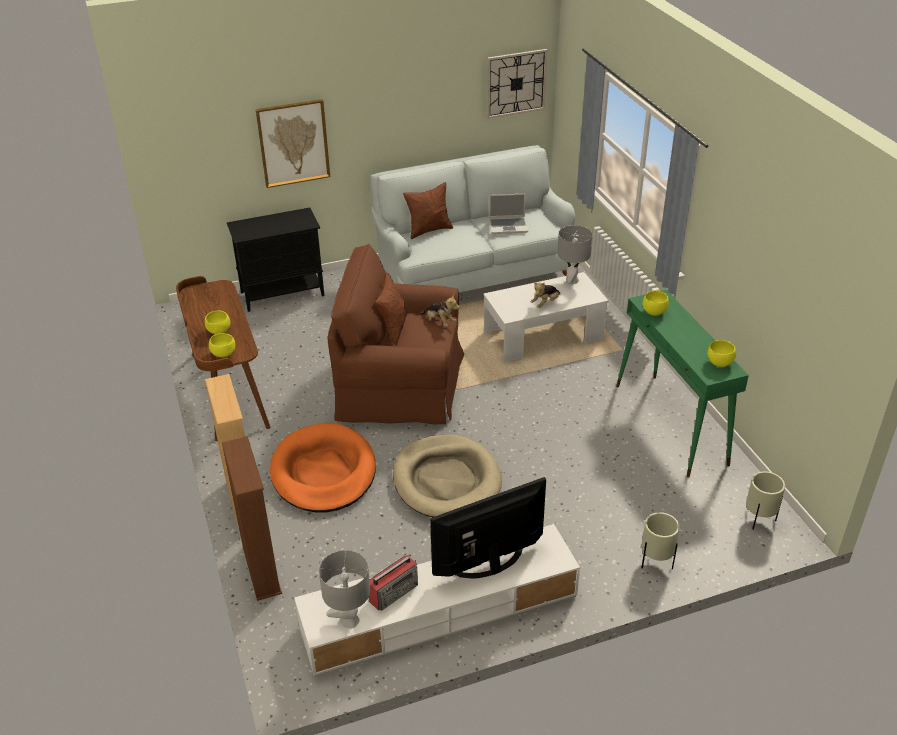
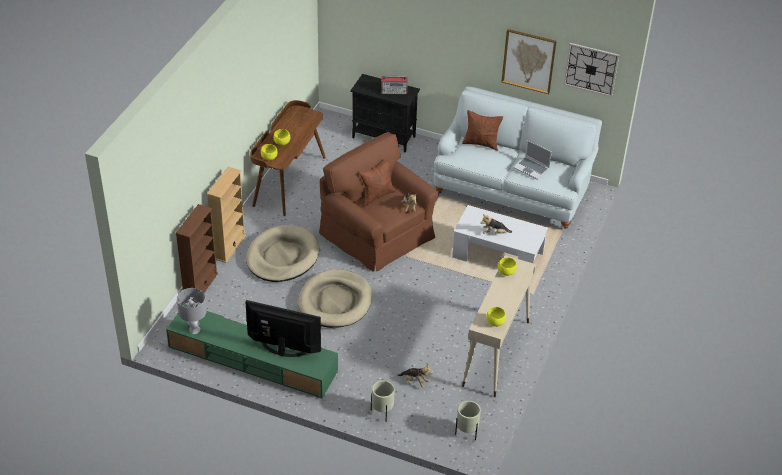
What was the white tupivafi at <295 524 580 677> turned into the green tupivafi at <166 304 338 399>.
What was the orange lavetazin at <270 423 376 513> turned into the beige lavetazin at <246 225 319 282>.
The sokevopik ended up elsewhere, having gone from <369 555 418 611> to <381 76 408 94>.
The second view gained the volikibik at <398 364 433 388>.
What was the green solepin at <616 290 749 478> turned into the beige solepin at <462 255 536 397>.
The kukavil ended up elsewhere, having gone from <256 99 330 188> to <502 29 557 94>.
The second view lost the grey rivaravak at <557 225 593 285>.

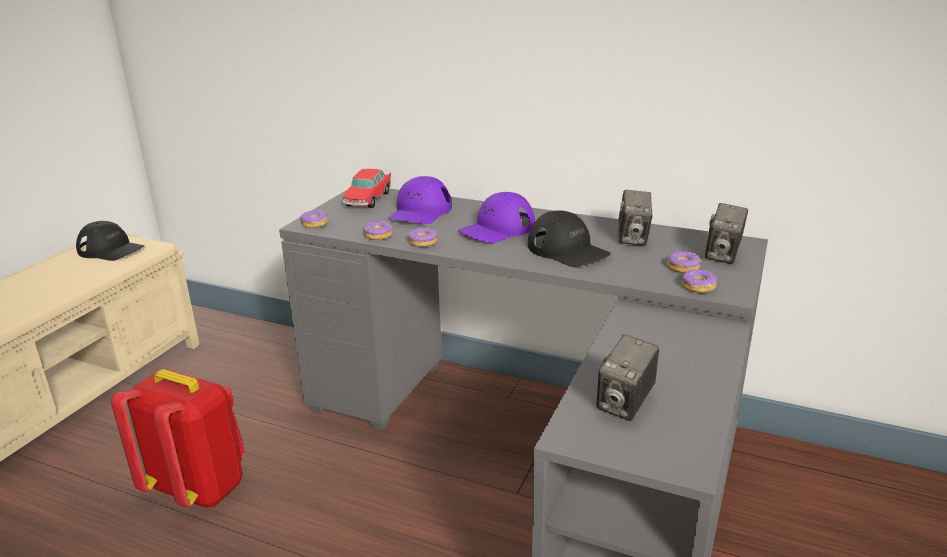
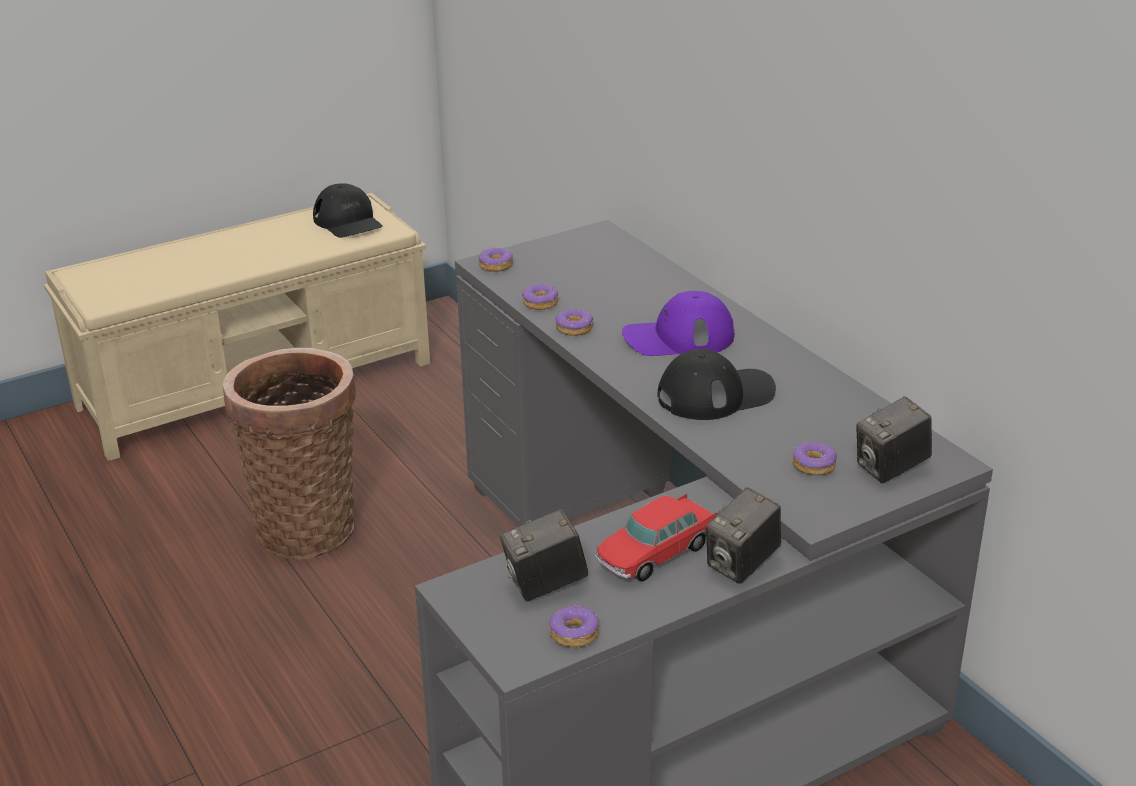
Where the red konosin stood at <111 369 245 507>, the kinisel came to stand at <223 348 356 560>.
The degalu ended up elsewhere, having gone from <682 269 717 293> to <549 605 599 648>.
The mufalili ended up elsewhere, having gone from <342 169 391 208> to <595 494 717 581>.
The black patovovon at <528 210 611 267> ended up facing another way, 105 degrees counterclockwise from before.
The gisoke ended up elsewhere, having gone from <618 190 653 246> to <706 487 781 584>.
The second view lost the purple patovovon at <388 176 452 224>.

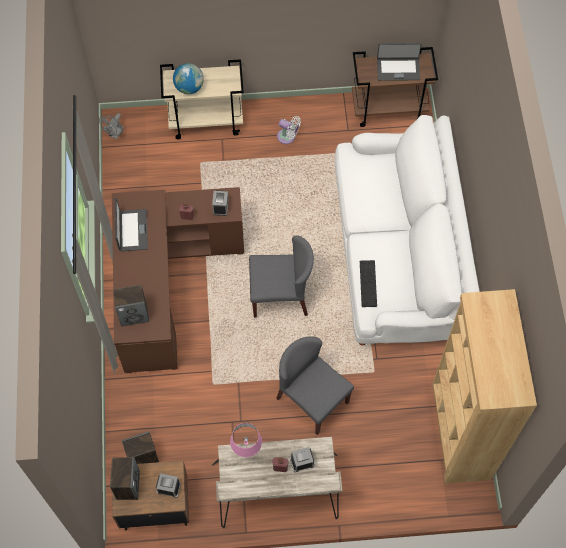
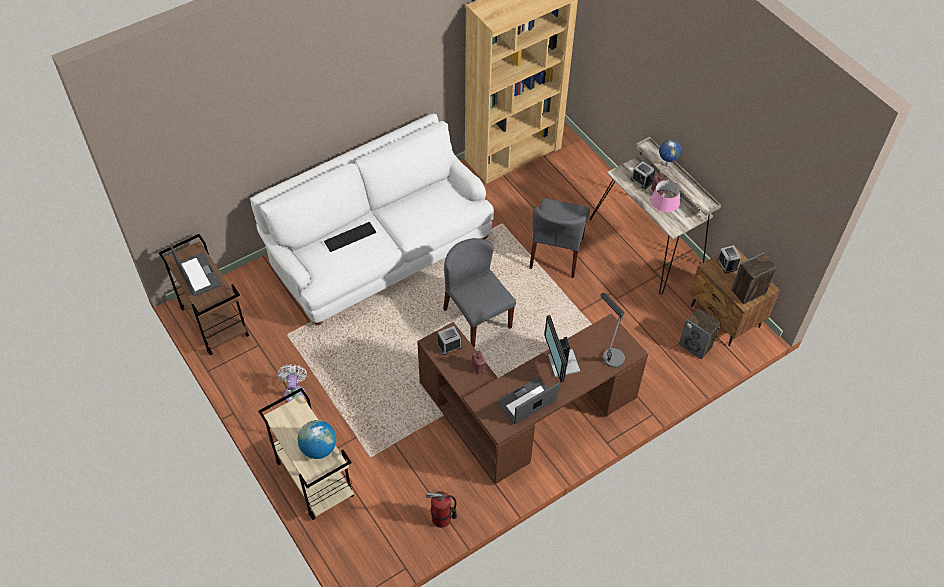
The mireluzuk ended up elsewhere, having gone from <360 260 377 307> to <324 222 376 252>.
The second view gained the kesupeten at <426 491 457 528>.
The second view gained the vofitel at <544 315 580 382>.
Where the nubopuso stood at <113 285 149 326>, the rivaravak came to stand at <601 293 625 368>.
The second view gained the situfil at <659 140 681 167>.
The second view lost the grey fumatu at <99 113 124 139>.

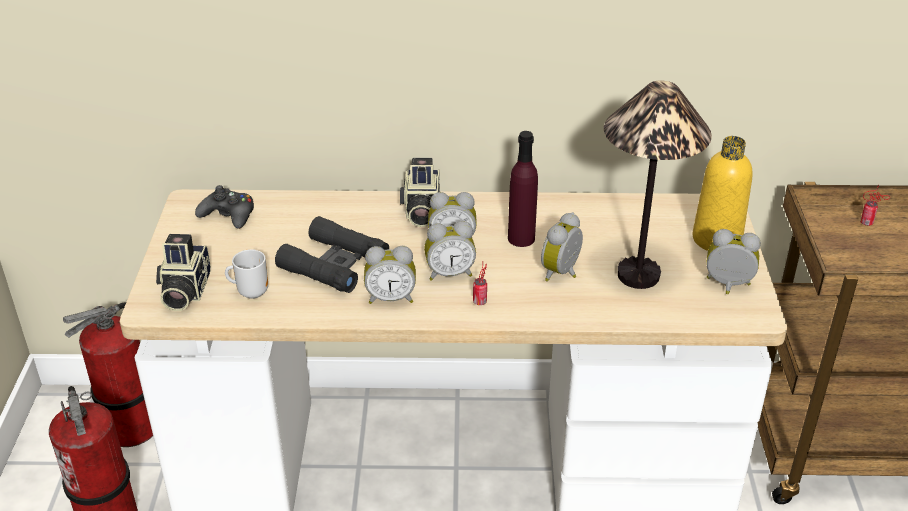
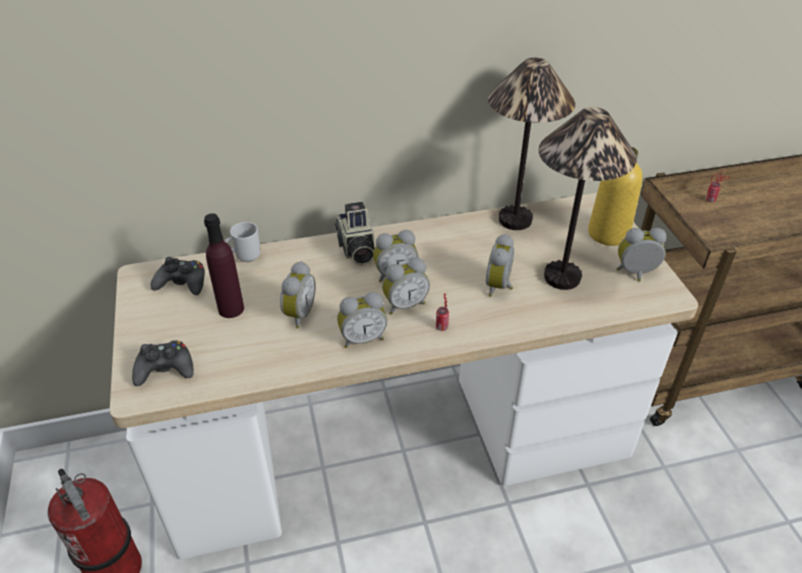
Where the gisoke stood at <156 234 211 311>, the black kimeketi came to stand at <132 341 194 386>.
The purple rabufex ended up elsewhere, having gone from <508 131 538 247> to <204 213 244 318>.
The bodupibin ended up elsewhere, having gone from <225 249 268 299> to <225 222 261 262>.
Where the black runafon stood at <275 216 389 293>, the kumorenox came to stand at <280 261 316 329>.
The second view gained the rivaravak at <488 58 575 230>.
The second view lost the kesupeten at <63 303 153 447>.

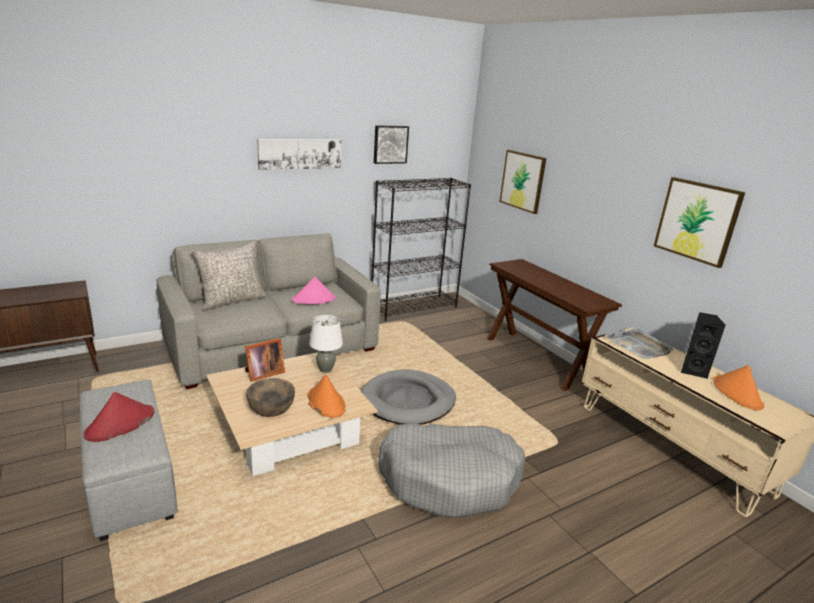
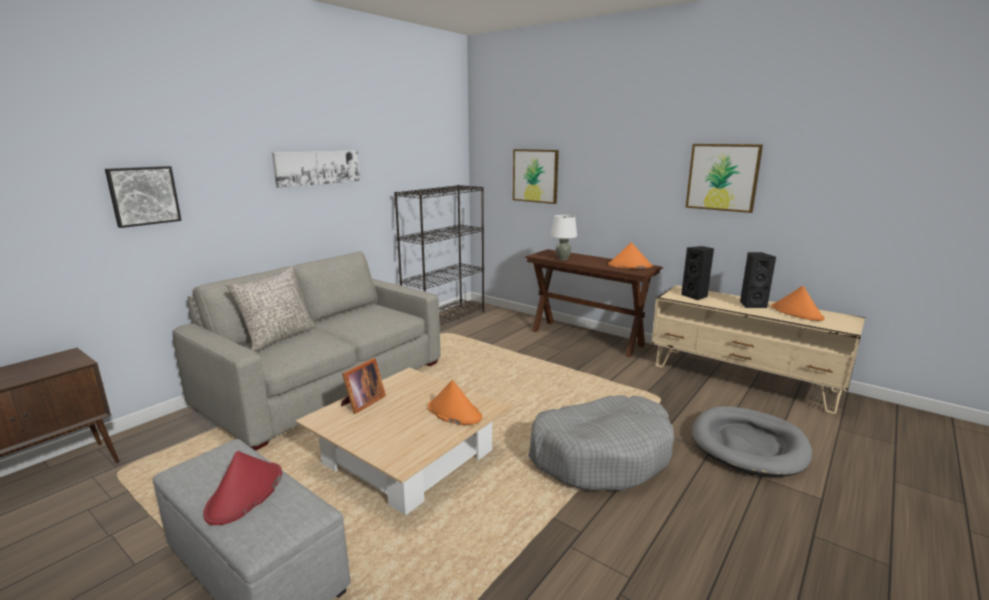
The kukavil ended up elsewhere, having gone from <374 125 409 164> to <105 166 182 228>.
The white rivaravak ended up elsewhere, having gone from <309 315 343 373> to <551 215 577 260>.
The second view gained the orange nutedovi at <608 242 653 269>.
Where the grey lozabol stood at <605 329 673 359>, the black nubopuso came to stand at <681 246 714 301>.
The grey lavetazin ended up elsewhere, having gone from <361 369 456 425> to <692 406 812 477>.
The second view lost the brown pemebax at <246 378 295 417>.
The second view lost the pink nutedovi at <292 276 336 304>.

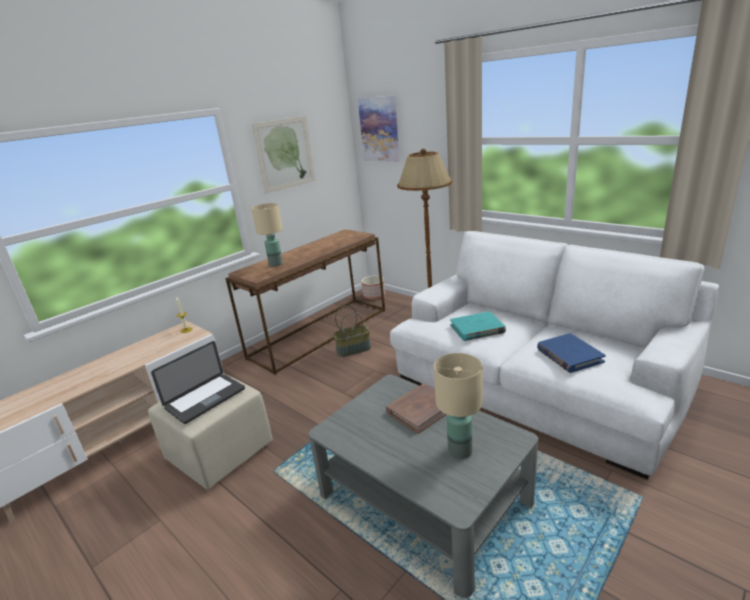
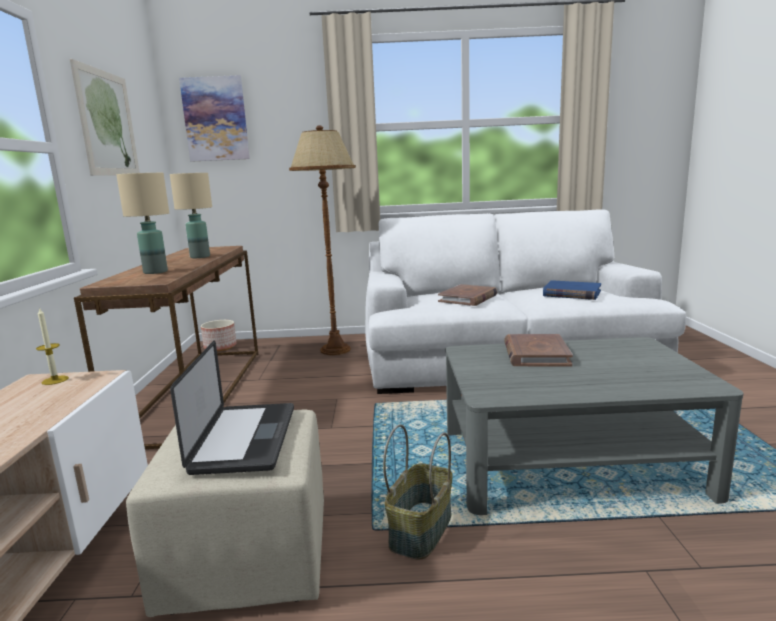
The beige rivaravak ended up elsewhere, having gone from <434 353 482 459> to <170 173 212 258>.
The kinisel ended up elsewhere, having gone from <333 306 371 357> to <383 424 452 560>.
What was the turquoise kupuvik at <450 311 506 341> turned into the brown kupuvik at <438 284 497 306>.

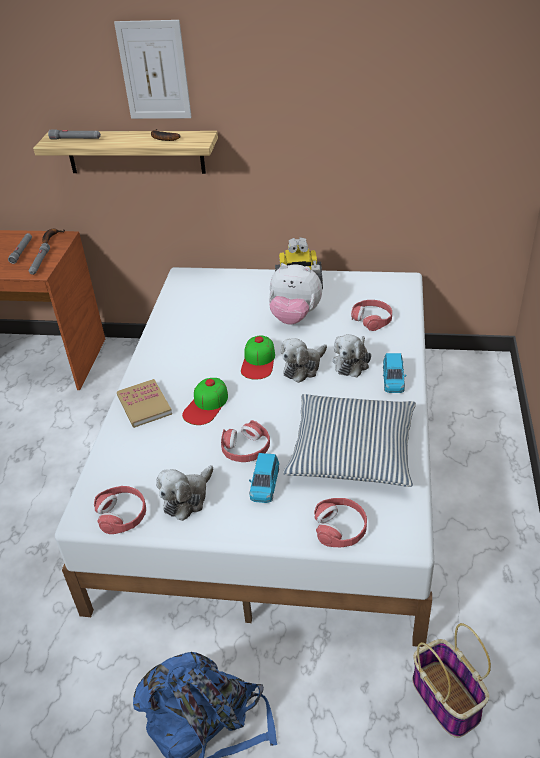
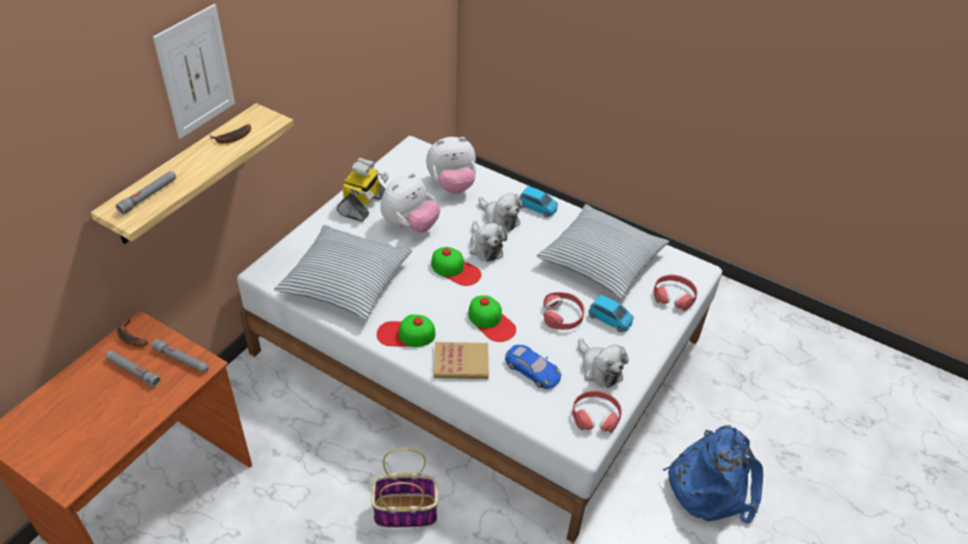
The second view gained the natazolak at <274 225 412 320>.
The kinisel ended up elsewhere, having gone from <412 623 491 738> to <371 448 439 528>.
The second view gained the patovovon at <377 314 435 347>.
Where the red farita stood at <351 300 392 331>, the volikibik came to stand at <426 137 476 194>.
The second view gained the blue mufalili at <505 345 561 389>.

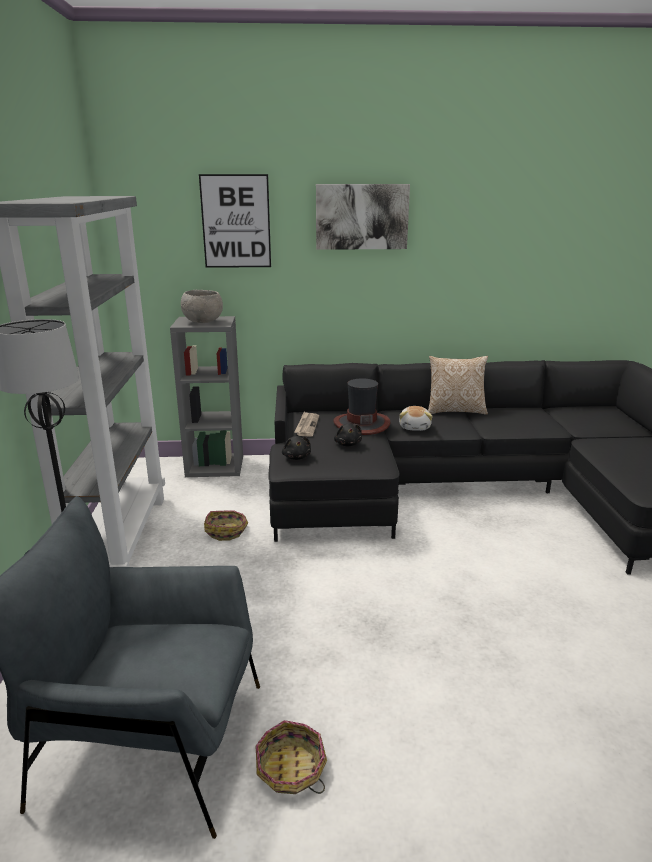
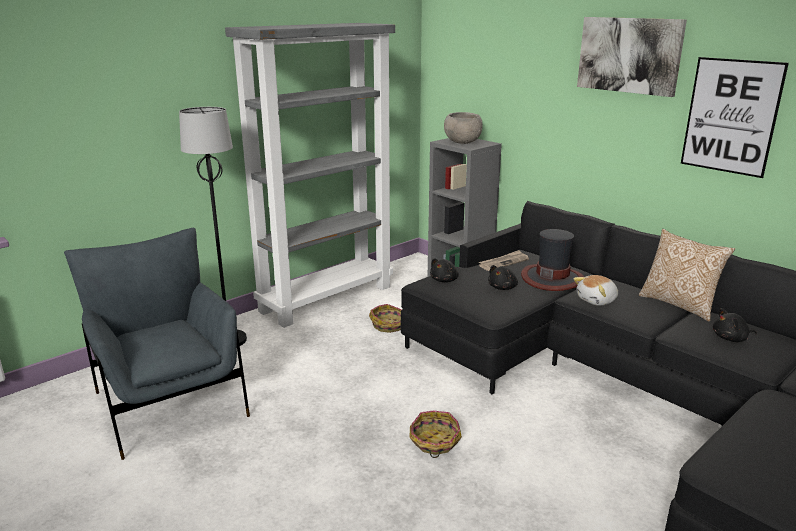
The kinisel ended up elsewhere, having gone from <255 720 327 794> to <410 410 462 458>.
The kukavil ended up elsewhere, having gone from <199 174 271 268> to <681 57 789 178>.
The second view gained the black volikibik at <713 308 757 342>.

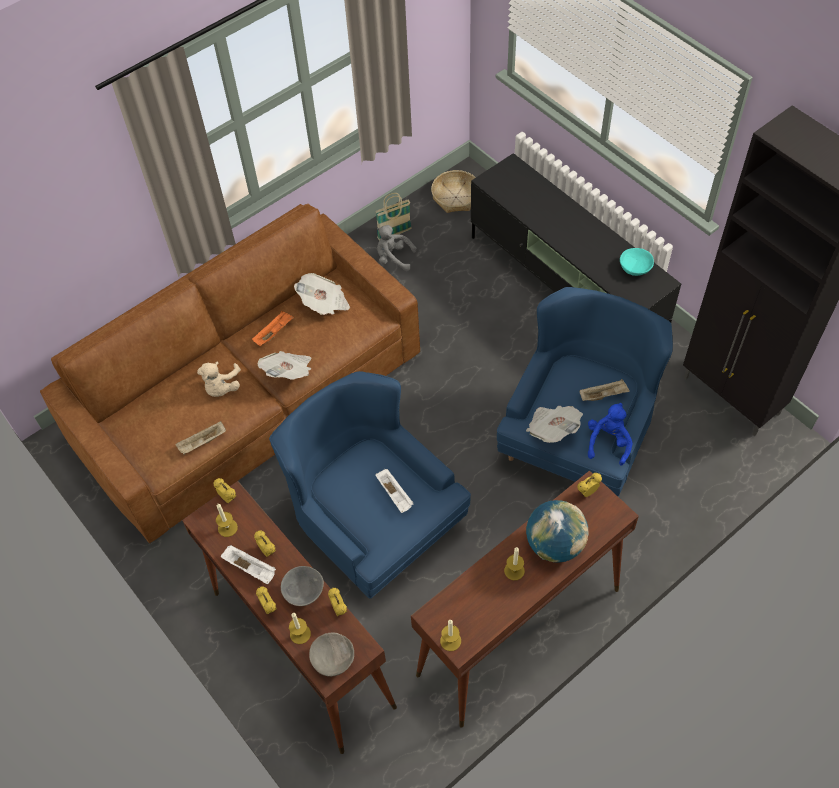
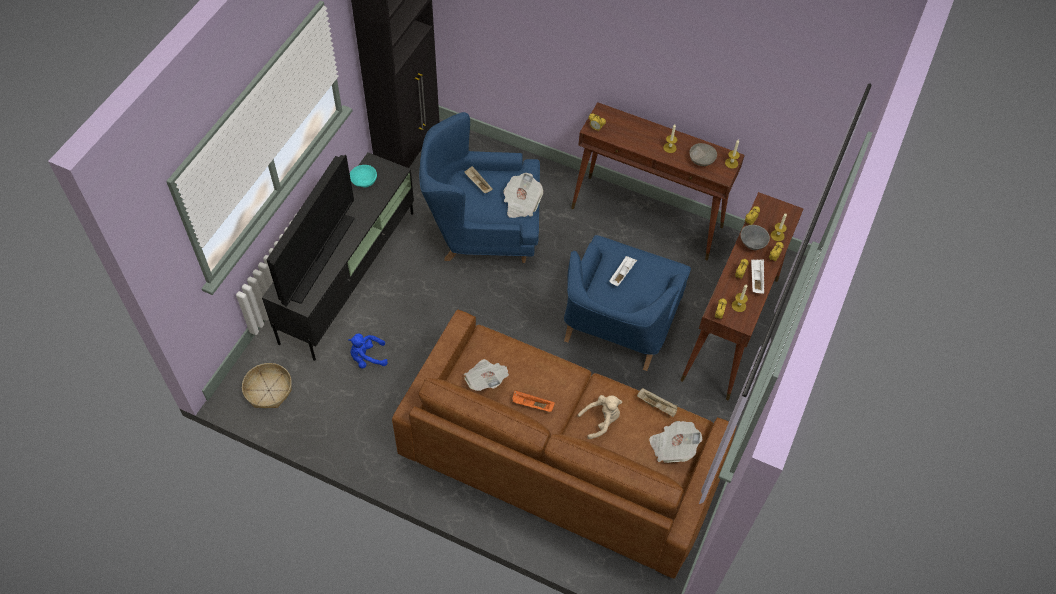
The second view gained the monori at <266 155 355 307>.
The blue volikibik ended up elsewhere, having gone from <588 403 632 466> to <348 333 388 369>.
The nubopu ended up elsewhere, having gone from <258 351 311 380> to <649 421 702 463>.
The grey pemebax ended up elsewhere, having gone from <309 633 354 677> to <689 143 717 166>.
The second view lost the kinisel at <375 193 412 241>.
The second view lost the grey volikibik at <377 225 417 271>.
The second view lost the situfil at <526 500 589 563>.

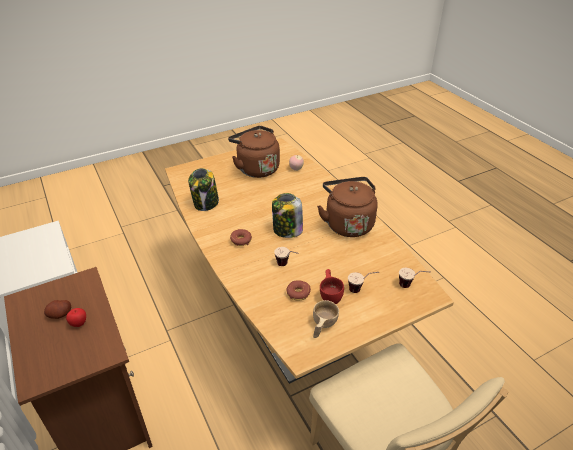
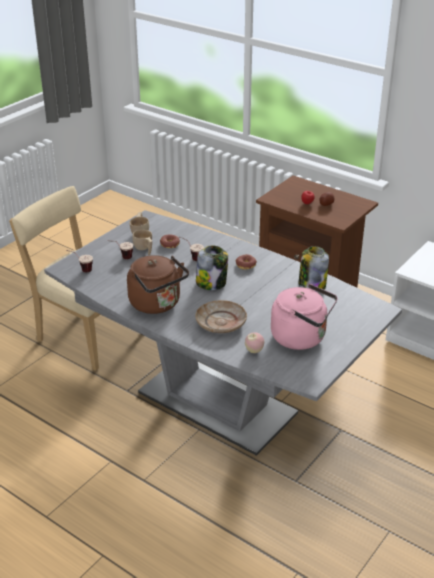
What was the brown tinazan at <165 138 454 384> turned into the grey tinazan at <44 210 402 456>.
What was the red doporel at <320 269 344 304> turned into the beige doporel at <133 230 152 255>.
The second view gained the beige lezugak at <195 300 247 333>.
What was the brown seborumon at <228 126 280 178> turned into the pink seborumon at <271 284 338 350>.

